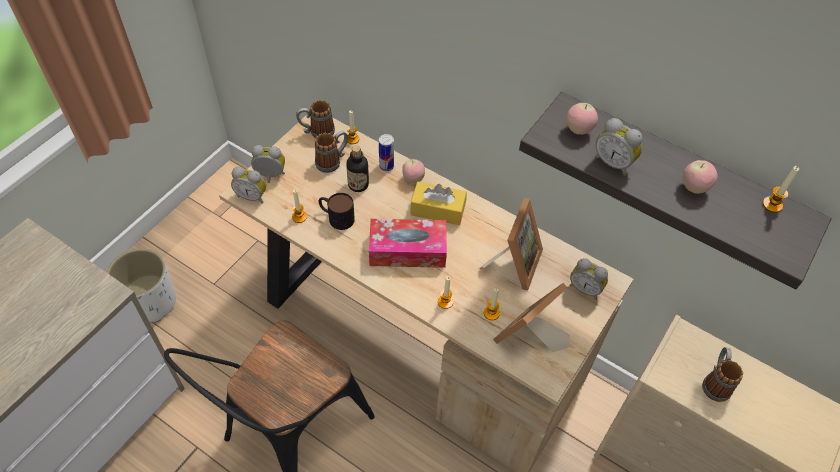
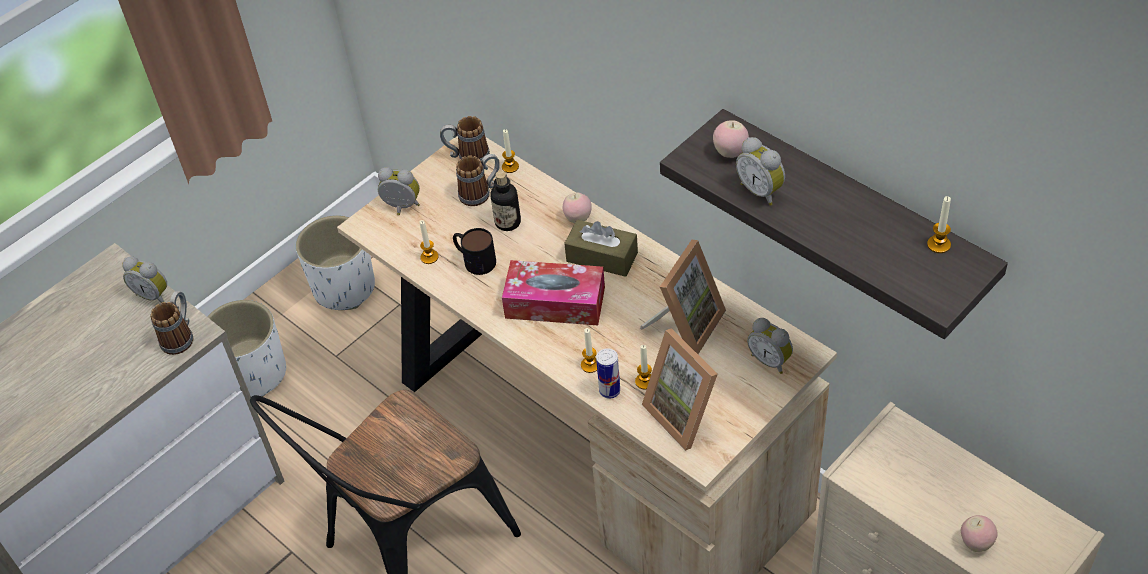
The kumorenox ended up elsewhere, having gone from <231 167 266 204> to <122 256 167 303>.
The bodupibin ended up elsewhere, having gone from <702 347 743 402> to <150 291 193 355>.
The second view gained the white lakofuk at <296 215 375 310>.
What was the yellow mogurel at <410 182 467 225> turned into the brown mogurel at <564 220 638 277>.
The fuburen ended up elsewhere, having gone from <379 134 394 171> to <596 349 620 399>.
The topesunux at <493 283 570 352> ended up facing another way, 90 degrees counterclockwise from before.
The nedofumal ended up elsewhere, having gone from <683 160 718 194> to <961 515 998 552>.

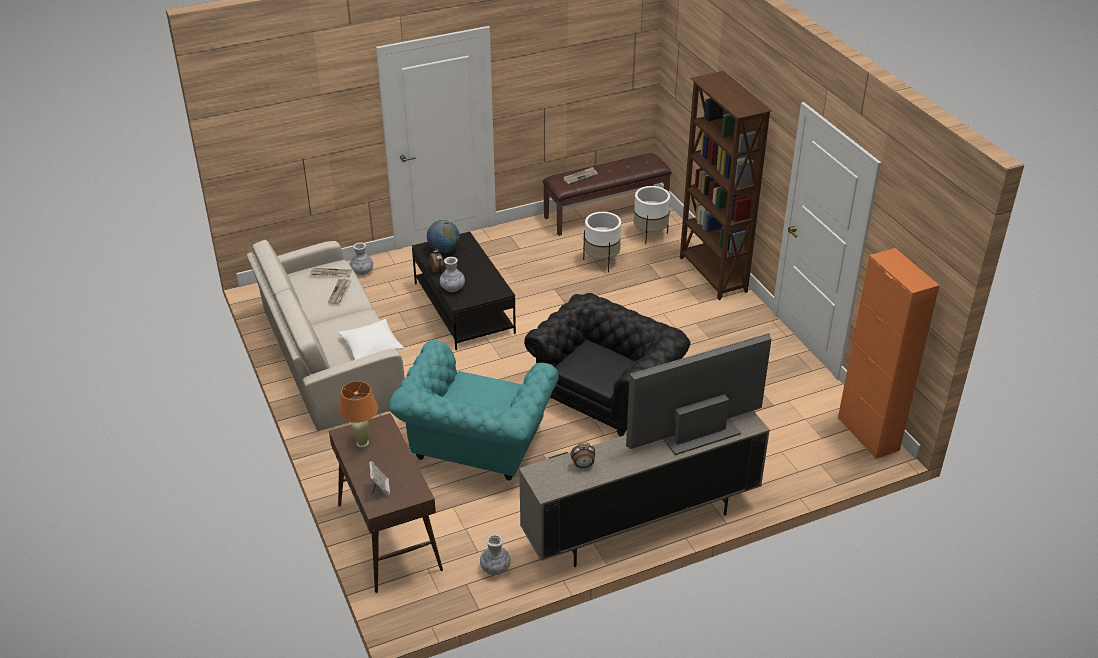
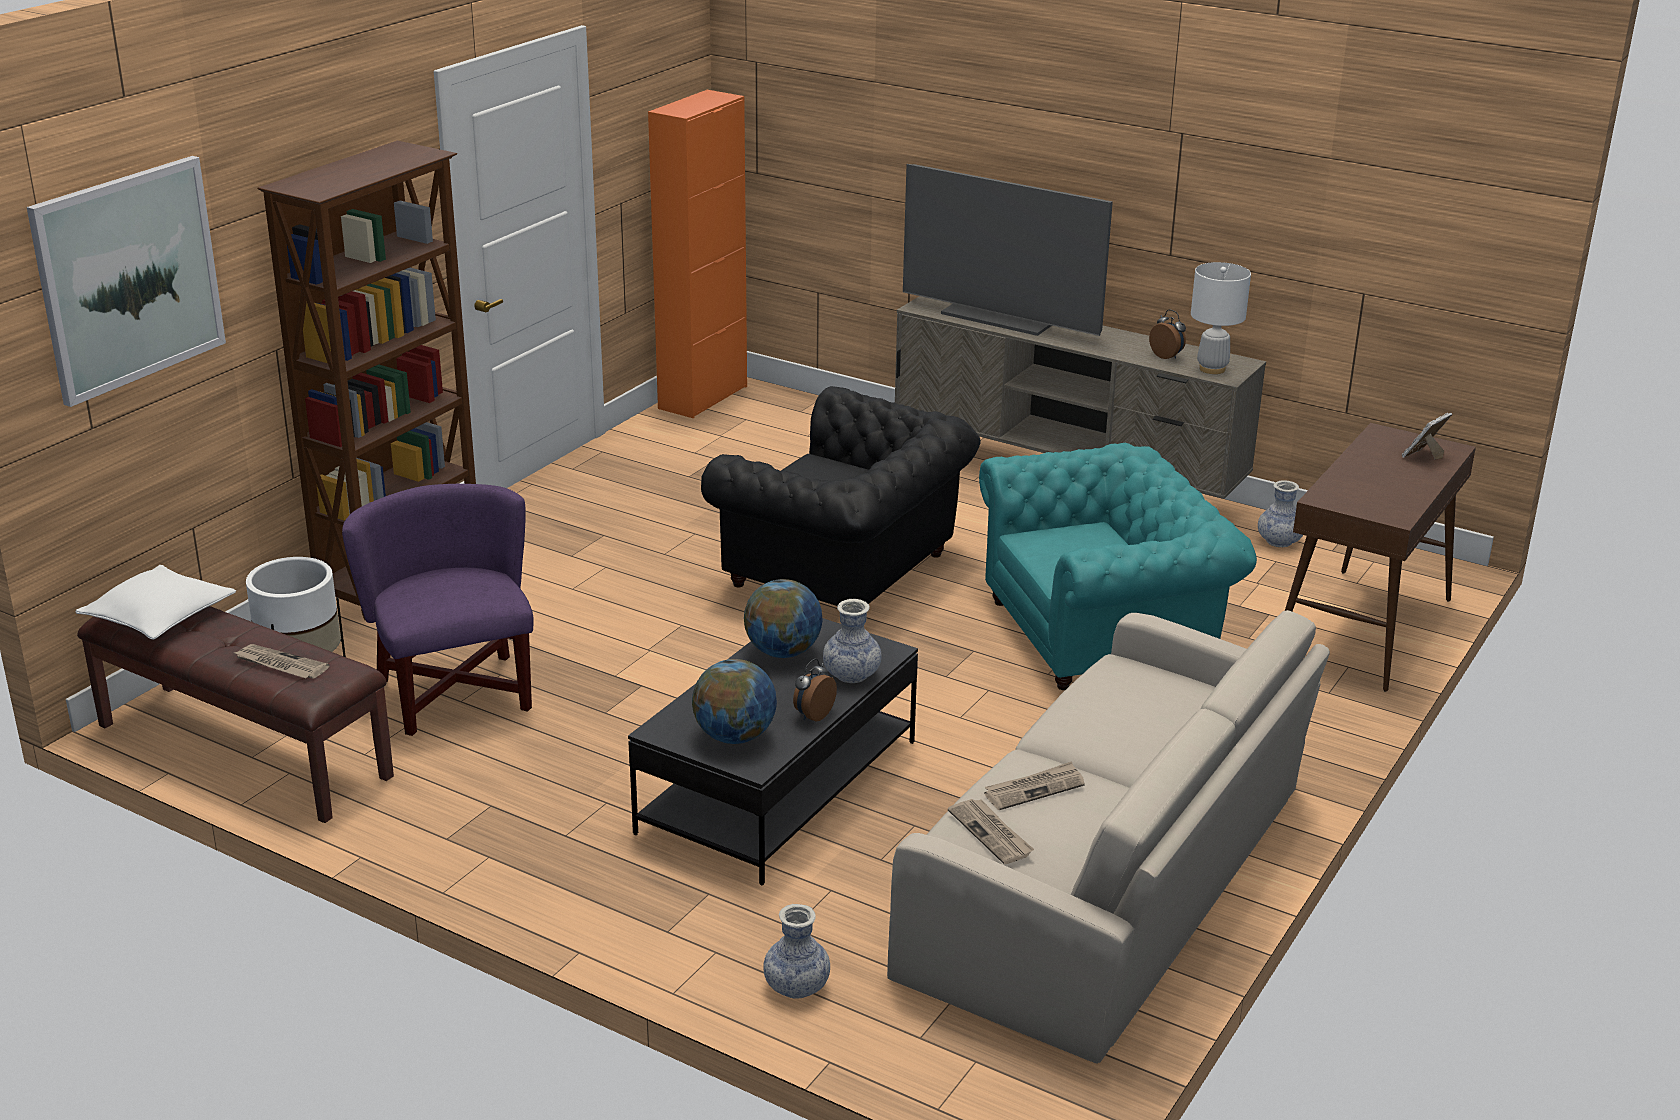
The second view gained the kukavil at <27 156 226 407>.
The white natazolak ended up elsewhere, having gone from <339 319 404 360> to <76 565 236 640>.
Where the white lakofuk stood at <583 212 621 272>, the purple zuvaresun came to stand at <342 484 534 736>.
The black zuvaresun at <524 293 691 436> ended up facing another way, 150 degrees counterclockwise from before.
The second view gained the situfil at <744 579 823 658>.
The second view gained the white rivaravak at <1191 262 1251 374>.
The second view lost the orange rivaravak at <338 381 378 448>.

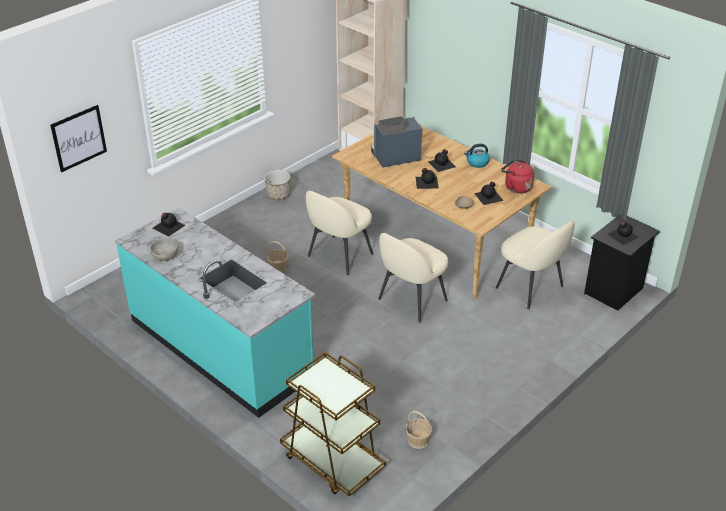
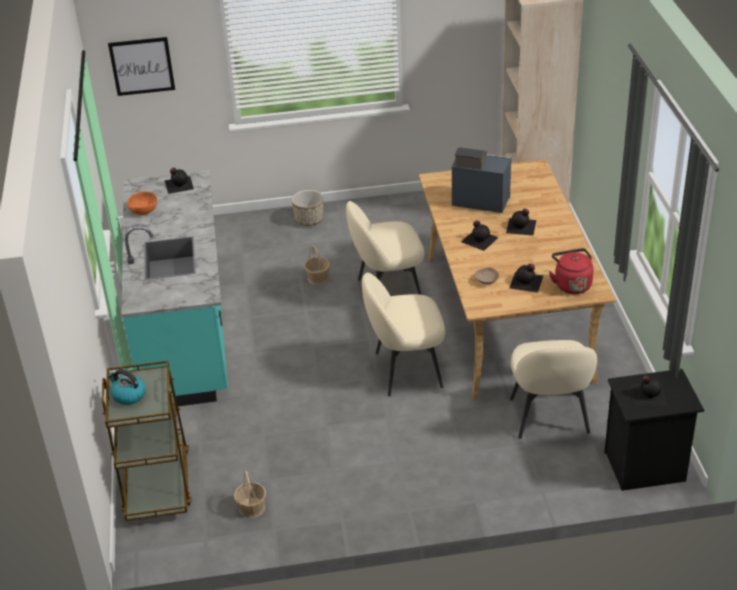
The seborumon ended up elsewhere, having gone from <464 144 490 168> to <108 369 145 405>.
What was the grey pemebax at <150 238 178 261> turned into the orange pemebax at <127 192 157 215>.
The lakofuk ended up elsewhere, having gone from <264 170 291 200> to <292 190 323 226>.

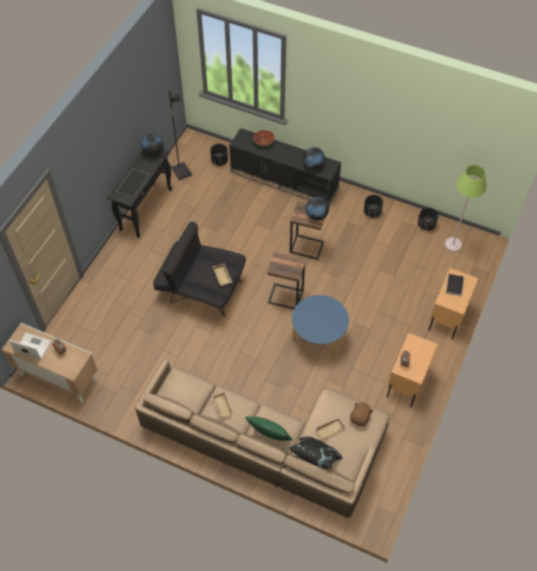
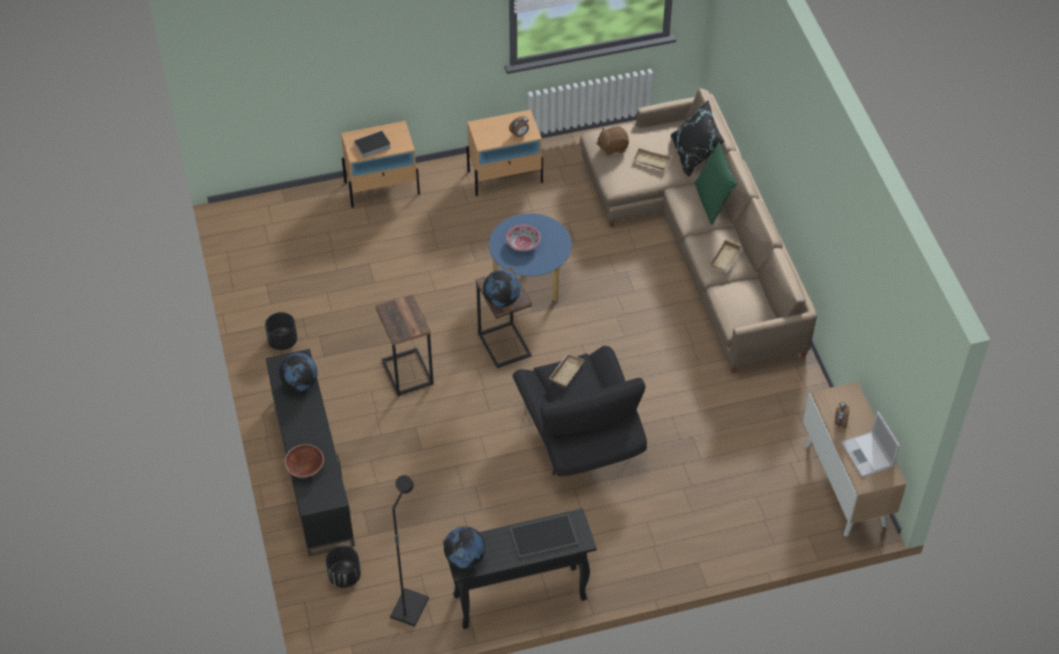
The situfil ended up elsewhere, having gone from <306 197 329 220> to <483 270 520 307>.
The second view gained the pemebax at <506 225 541 251>.
The second view lost the black lakofuk at <418 208 438 231>.
The second view lost the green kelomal at <445 165 486 252>.

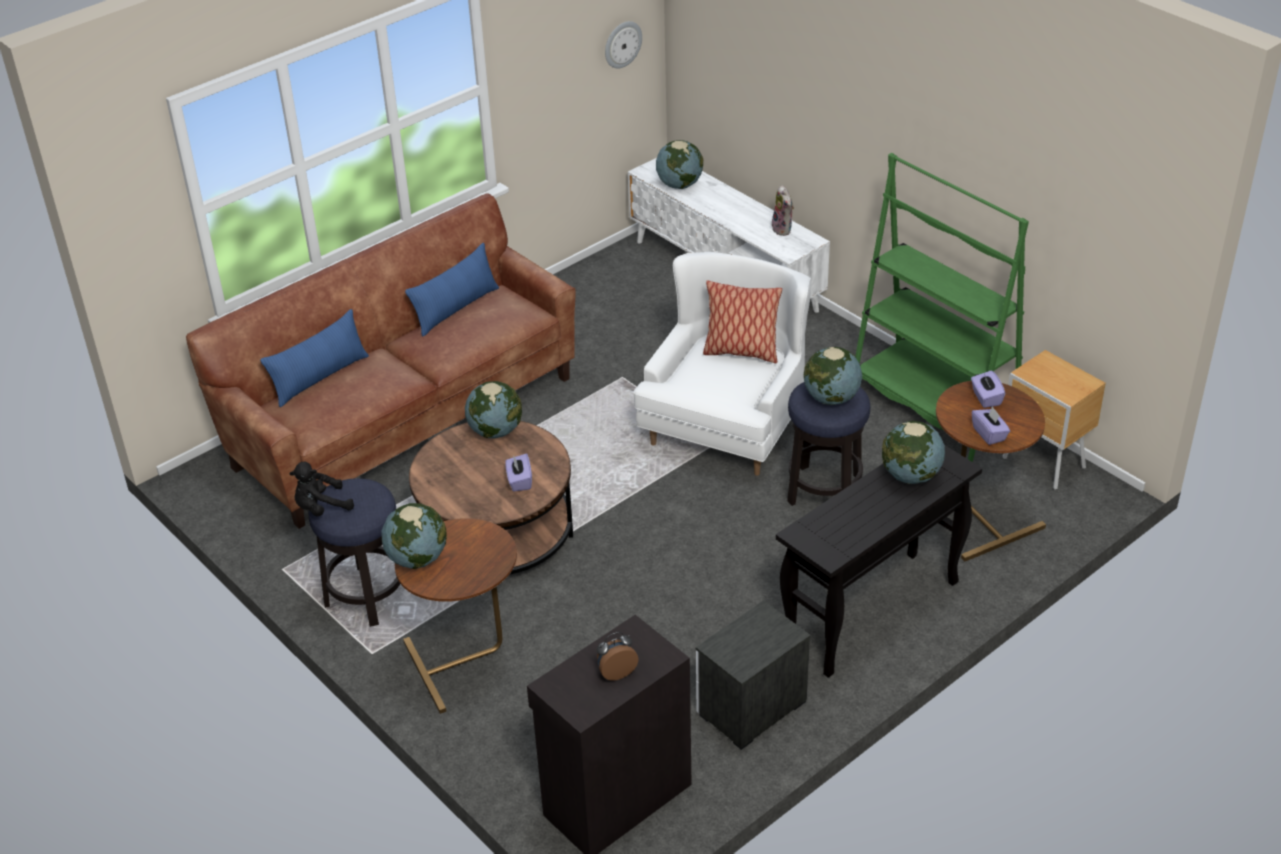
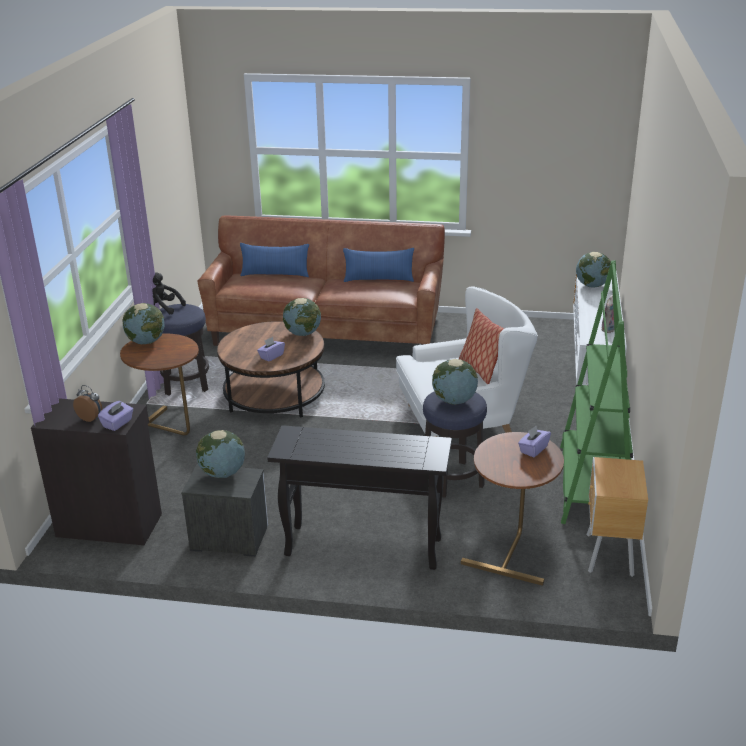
The purple mogurel ended up elsewhere, having gone from <972 406 1010 445> to <98 401 133 431>.
The situfil ended up elsewhere, having gone from <882 421 945 484> to <196 430 245 478>.
The second view lost the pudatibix at <605 21 642 69>.

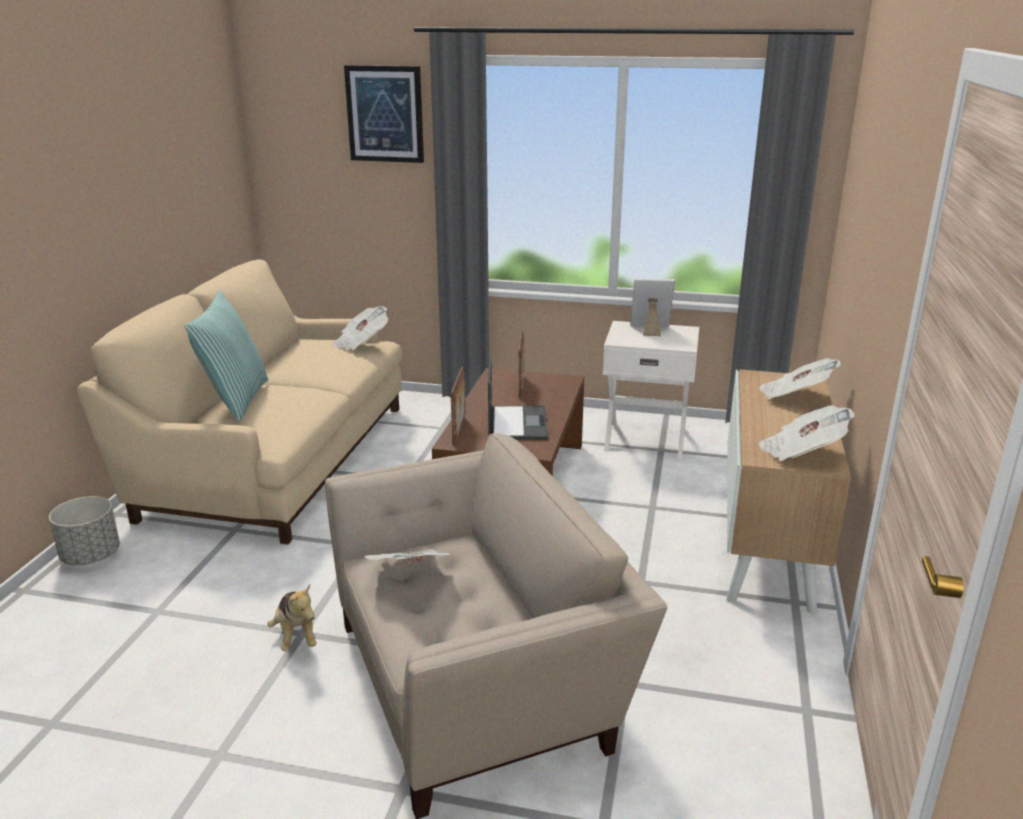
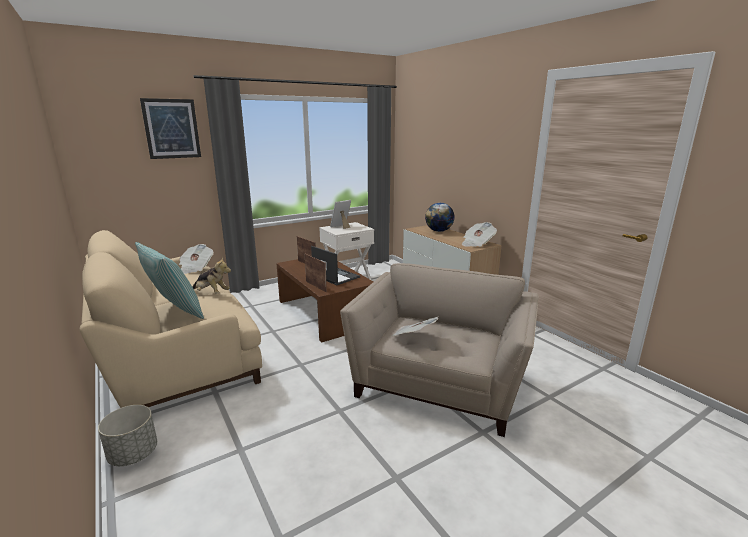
The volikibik ended up elsewhere, having gone from <267 584 317 651> to <192 257 231 294>.
Where the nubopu stood at <759 358 841 399>, the situfil came to stand at <425 203 455 232>.

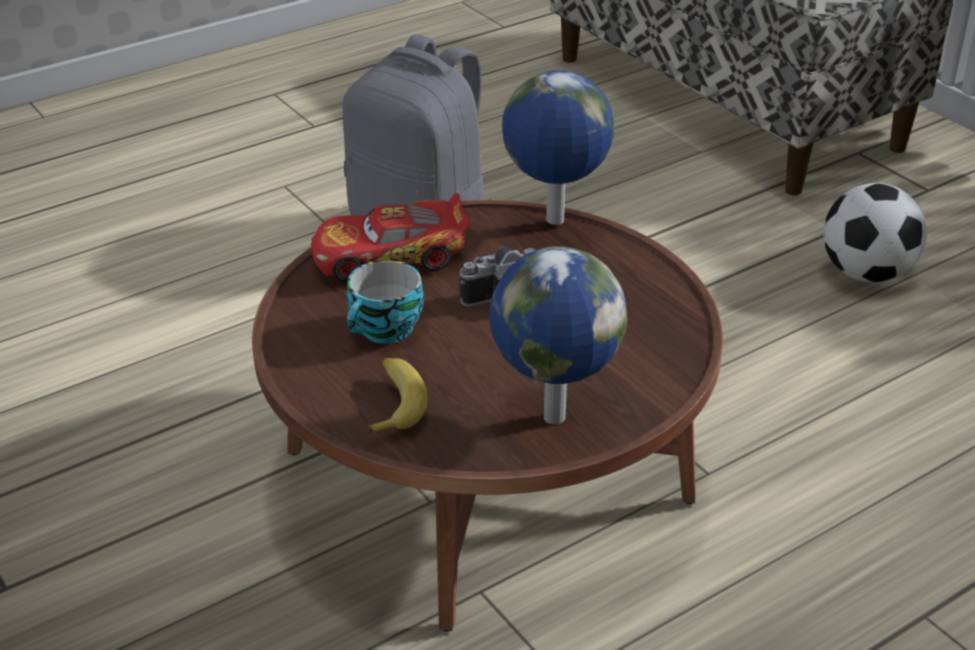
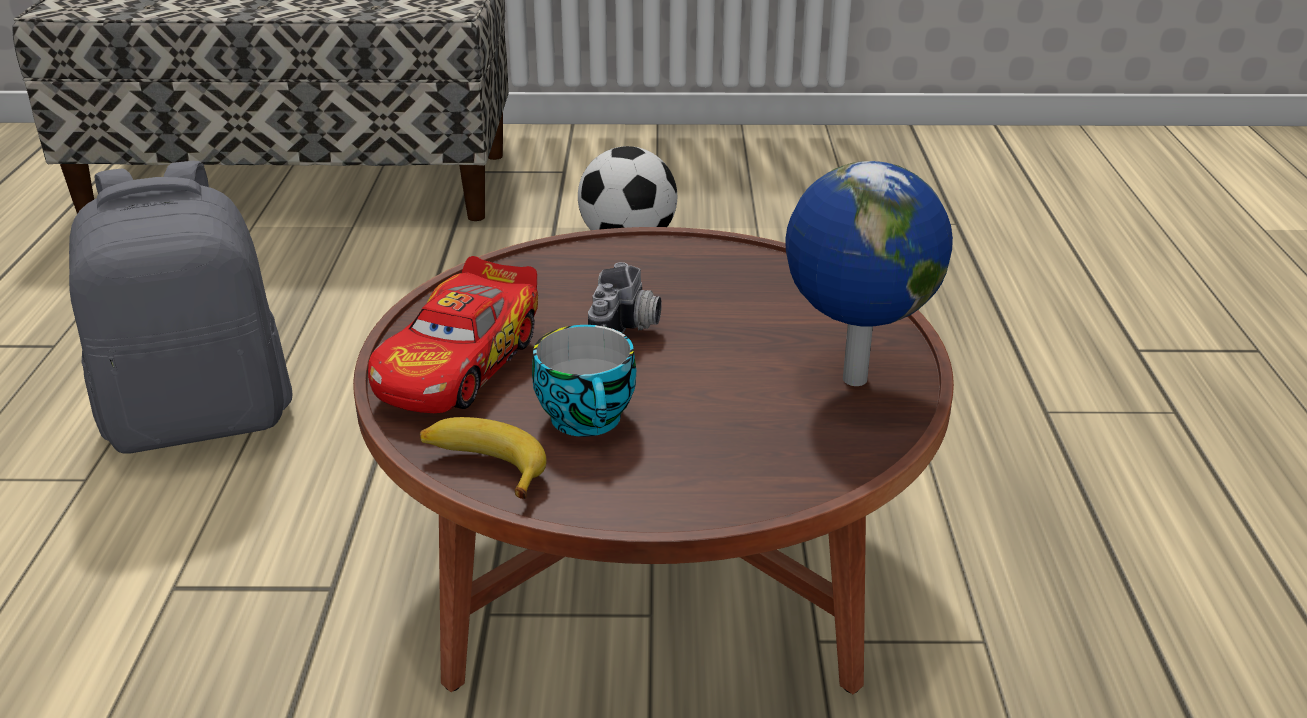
The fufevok ended up elsewhere, having gone from <368 358 427 435> to <420 417 547 499>.
The second view lost the situfil at <502 70 615 225>.

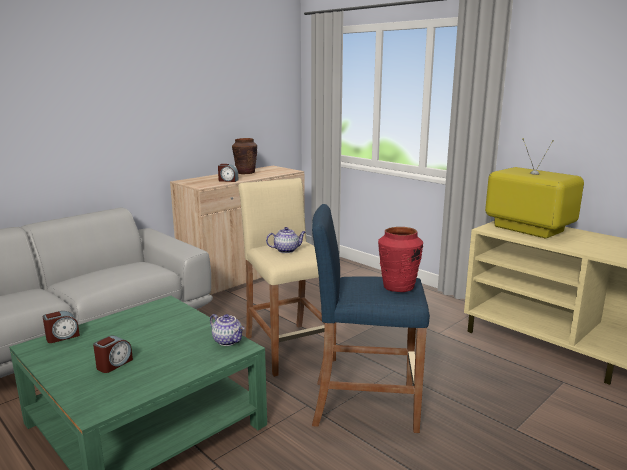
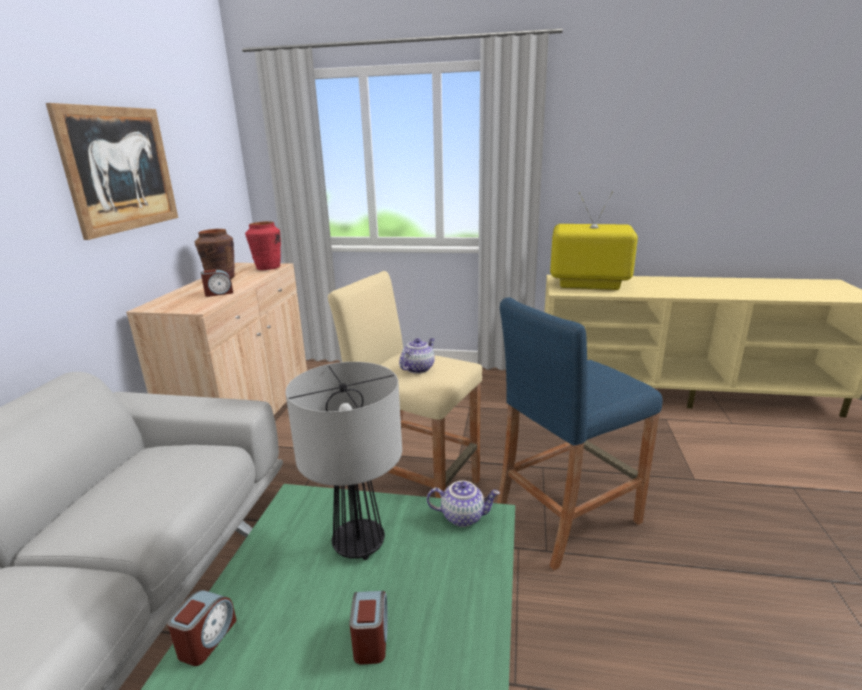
The second view gained the kukavil at <46 103 178 240>.
The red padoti ended up elsewhere, having gone from <378 227 423 292> to <245 221 281 270>.
The second view gained the rivaravak at <285 362 402 560>.

